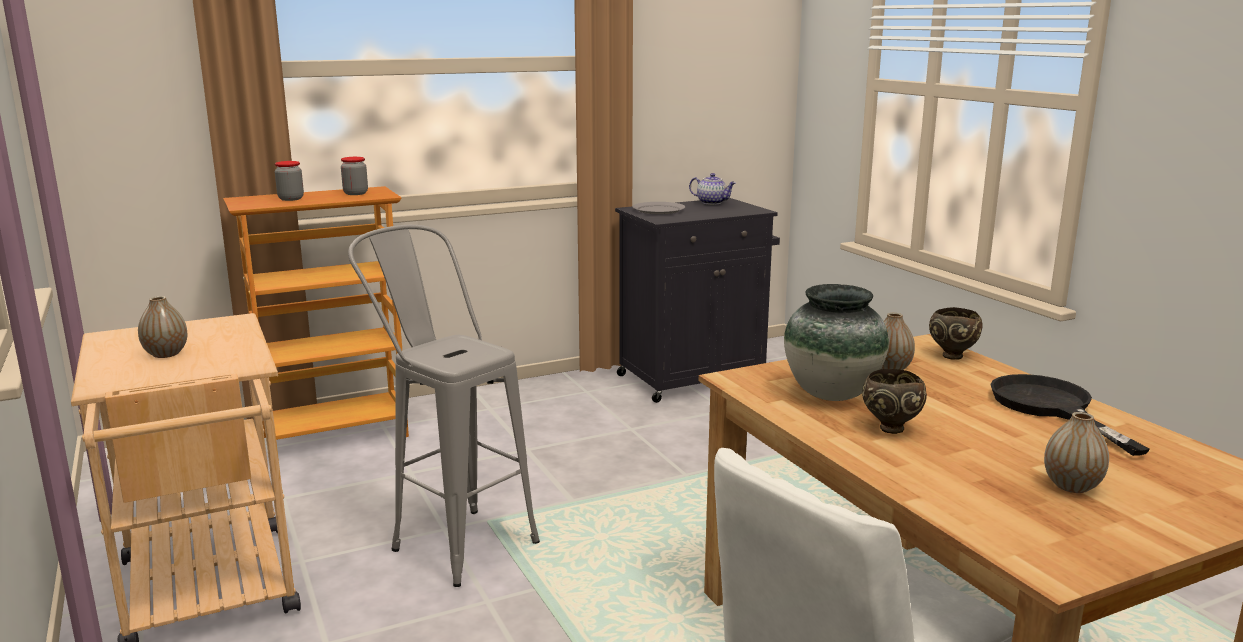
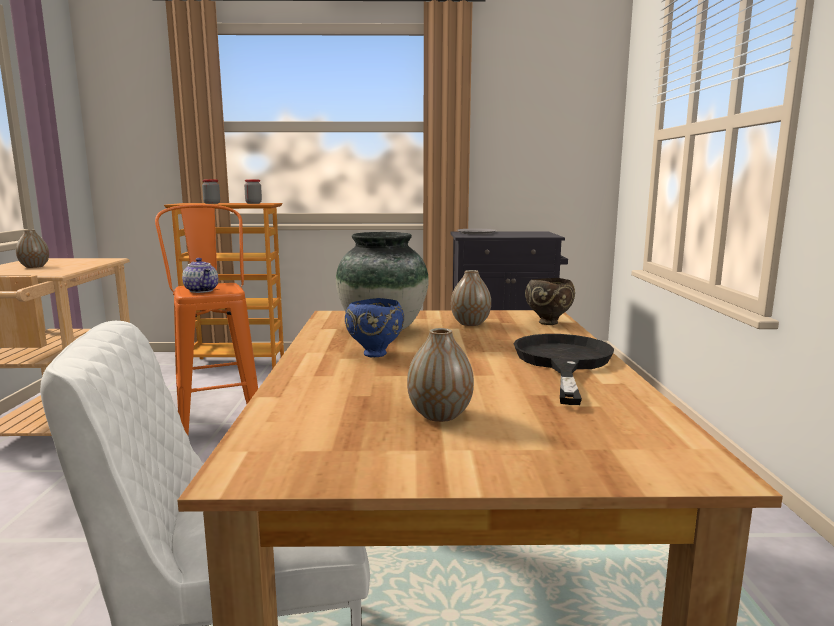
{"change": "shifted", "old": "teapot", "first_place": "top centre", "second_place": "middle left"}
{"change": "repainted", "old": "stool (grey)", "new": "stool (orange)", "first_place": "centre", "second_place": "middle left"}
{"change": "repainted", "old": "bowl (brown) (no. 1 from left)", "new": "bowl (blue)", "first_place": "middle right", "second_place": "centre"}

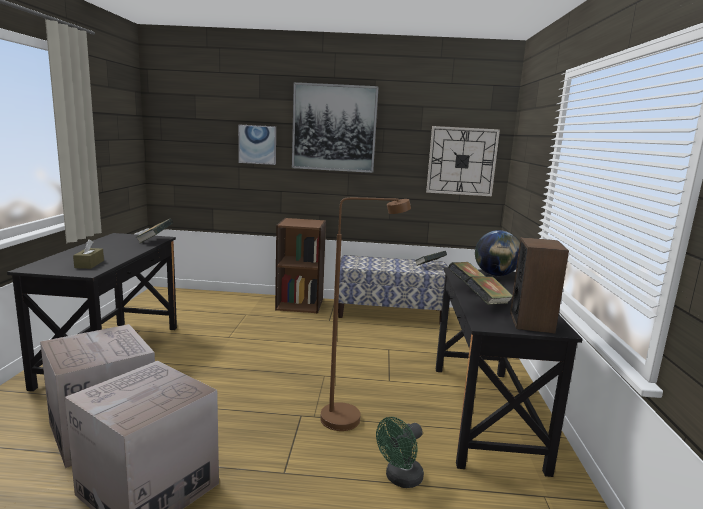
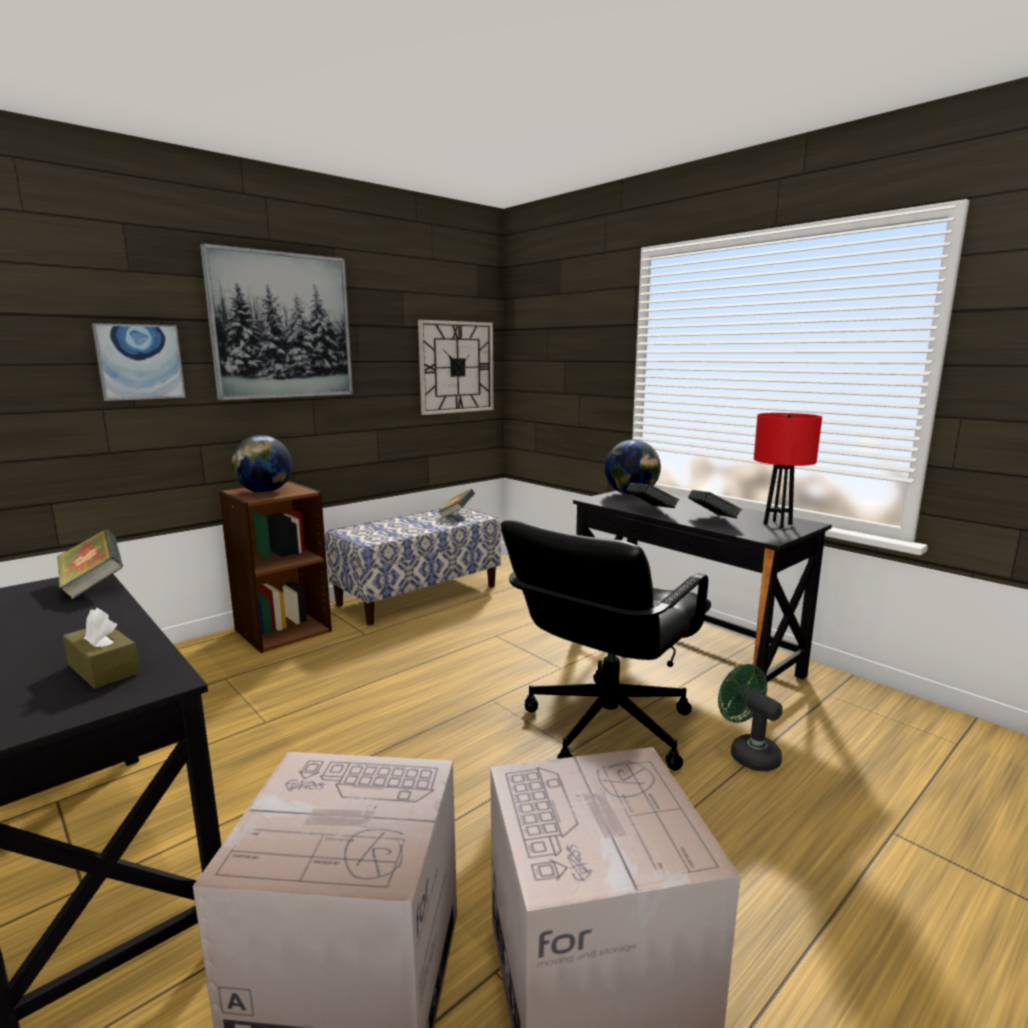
{"change": "new", "new": "globe (no. 1 from left)", "second_place": "middle left"}
{"change": "swapped", "old": "floor lamp (brown)", "new": "office chair (black)", "first_place": "centre", "second_place": "centre"}
{"change": "swapped", "old": "speaker", "new": "table lamp (red)", "first_place": "middle right", "second_place": "middle right"}
{"change": "rotated", "old": "fan (green)", "first_place": "bottom centre", "second_place": "bottom right", "degrees": 150}

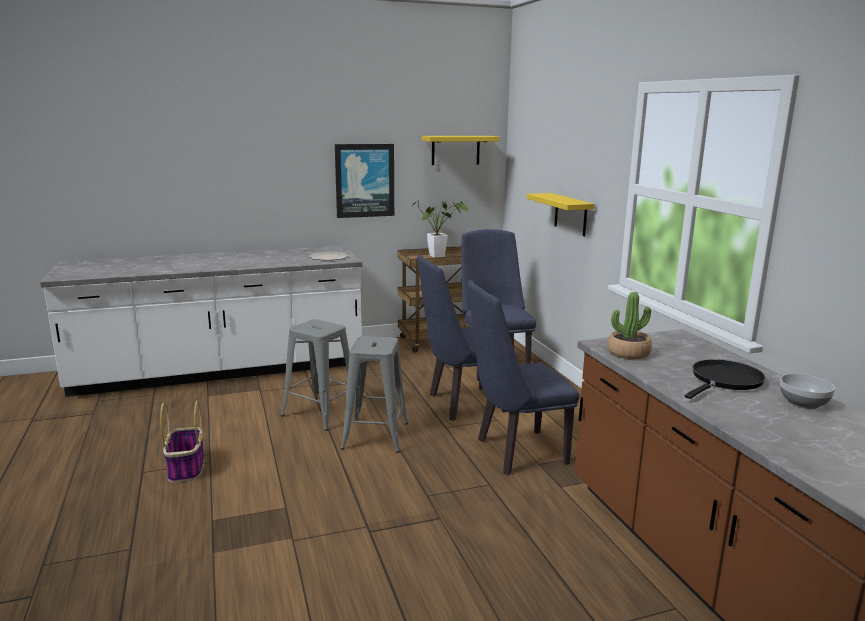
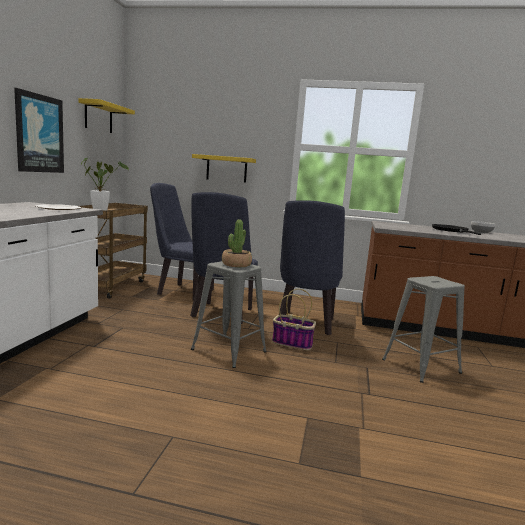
{"change": "shifted", "old": "basket", "first_place": "bottom left", "second_place": "centre"}
{"change": "shifted", "old": "stool (grey) (no. 1 from left in the first image)", "new": "stool (grey) (no. 2 from left)", "first_place": "centre", "second_place": "middle right"}
{"change": "shifted", "old": "potted plant (no. 2 from left)", "first_place": "middle right", "second_place": "centre"}

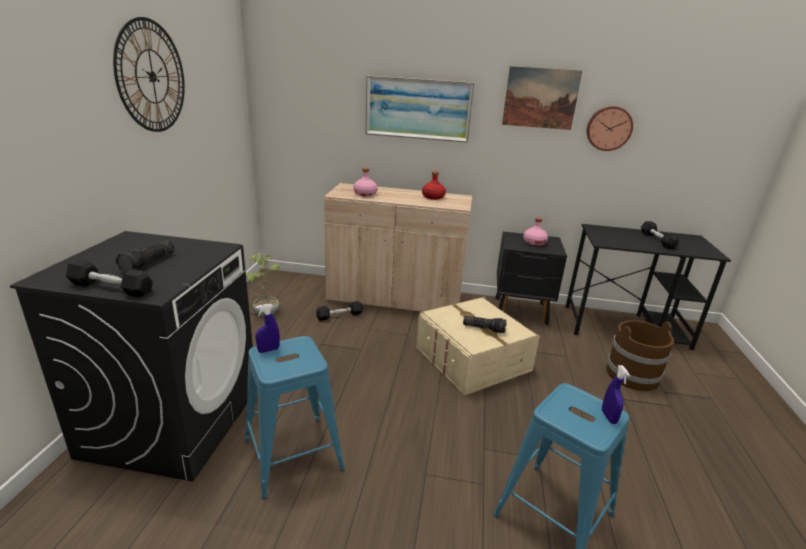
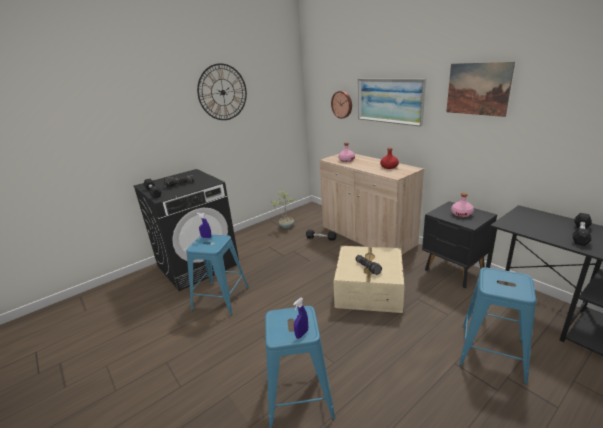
{"change": "shifted", "old": "wall clock (no. 2 from left)", "first_place": "top right", "second_place": "top centre"}
{"change": "swapped", "old": "bucket (brown)", "new": "stool (blue) (no. 3 from left)", "first_place": "middle right", "second_place": "bottom right"}

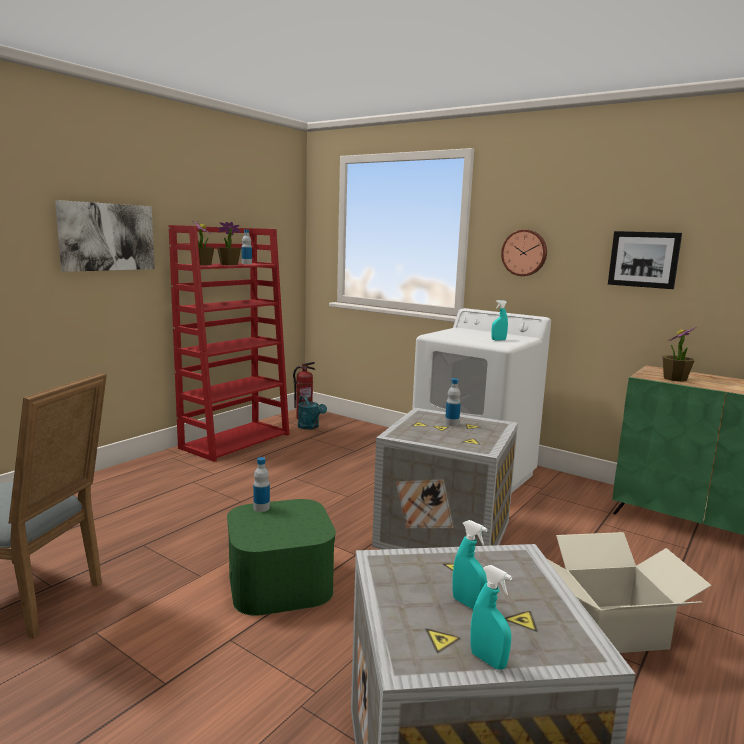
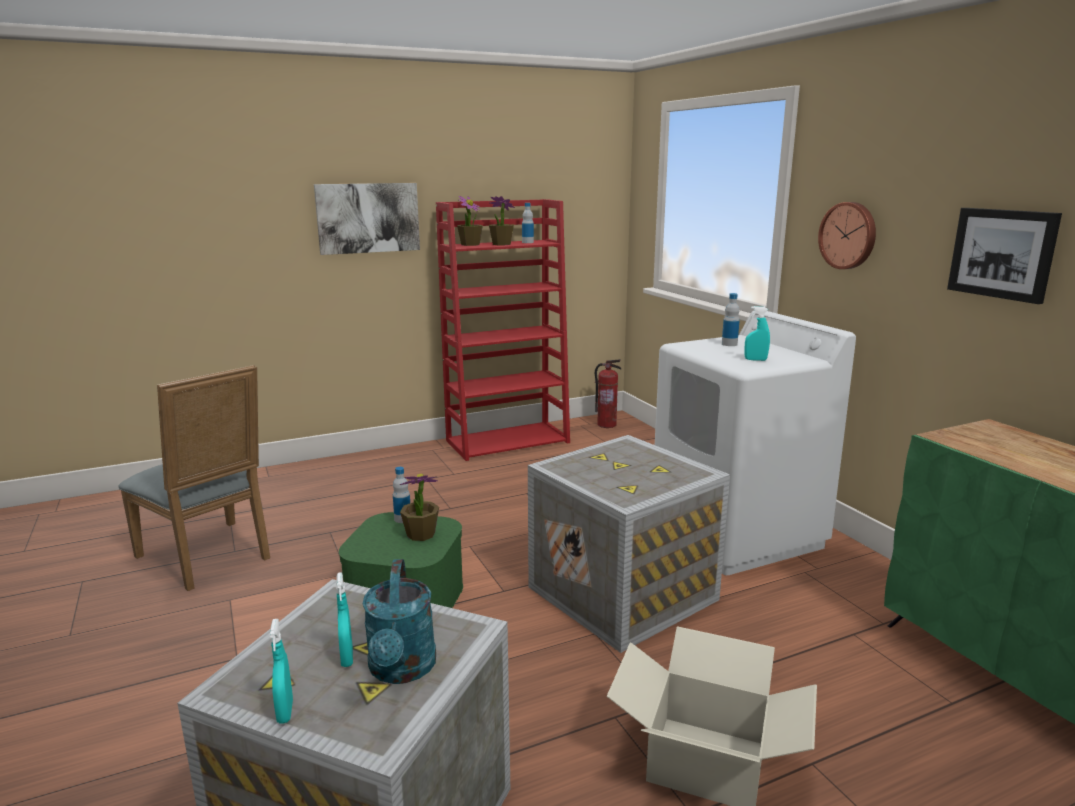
{"change": "shifted", "old": "watering can (turquoise)", "first_place": "centre", "second_place": "bottom centre"}
{"change": "shifted", "old": "bottle (no. 3 from left)", "first_place": "centre", "second_place": "middle right"}
{"change": "shifted", "old": "potted plant (no. 3 from left in the first image)", "new": "potted plant (no. 1 from left)", "first_place": "middle right", "second_place": "centre"}

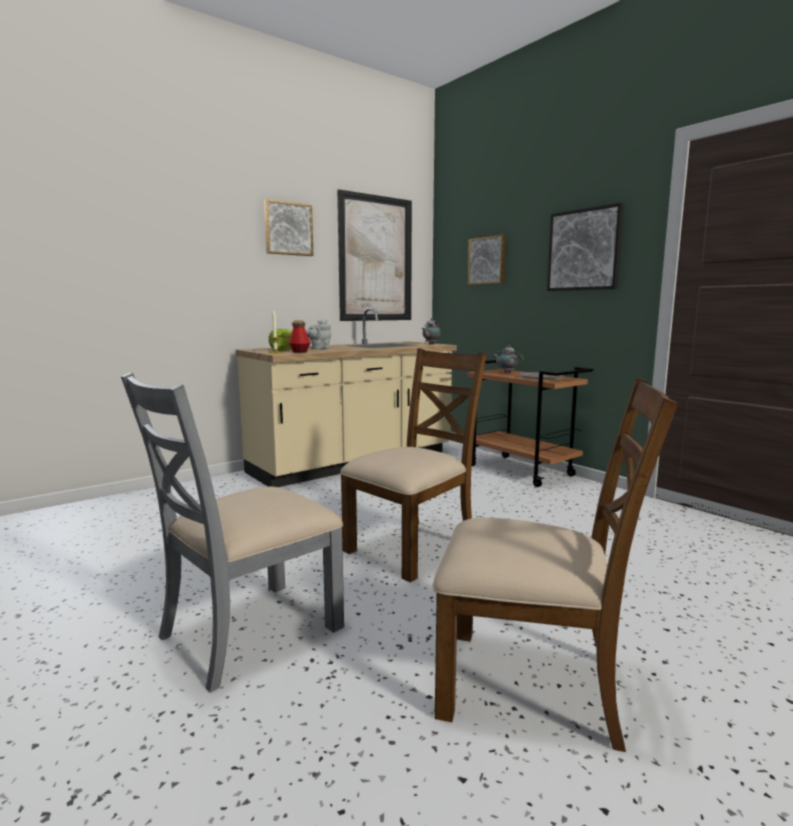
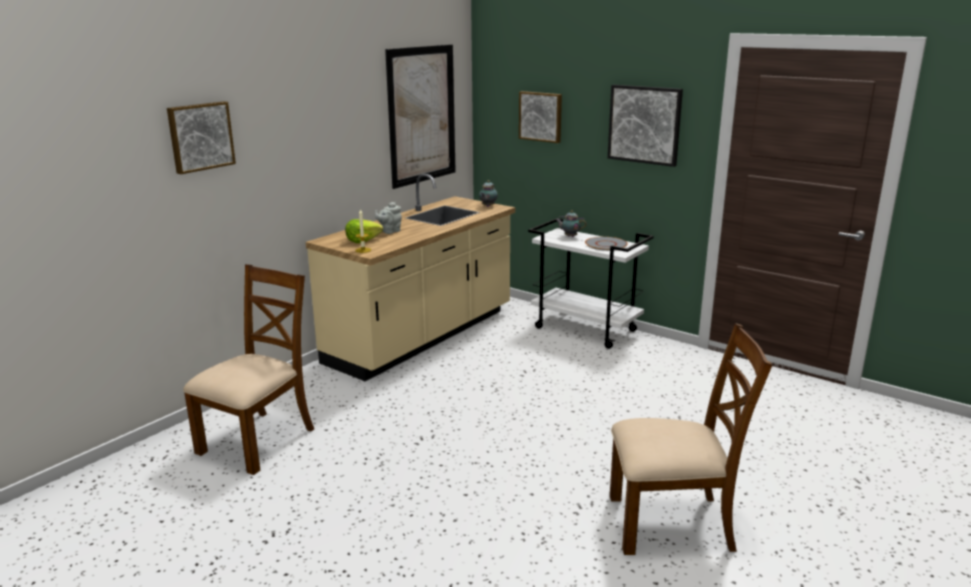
{"change": "gone", "old": "chair (grey)", "first_place": "middle left"}
{"change": "gone", "old": "bottle", "first_place": "centre"}
{"change": "shifted", "old": "picture (no. 1 from left)", "first_place": "top centre", "second_place": "top left"}
{"change": "shifted", "old": "chair (brown) (no. 1 from left)", "first_place": "centre", "second_place": "middle left"}
{"change": "repainted", "old": "cart (brown)", "new": "cart (white)", "first_place": "middle right", "second_place": "centre"}

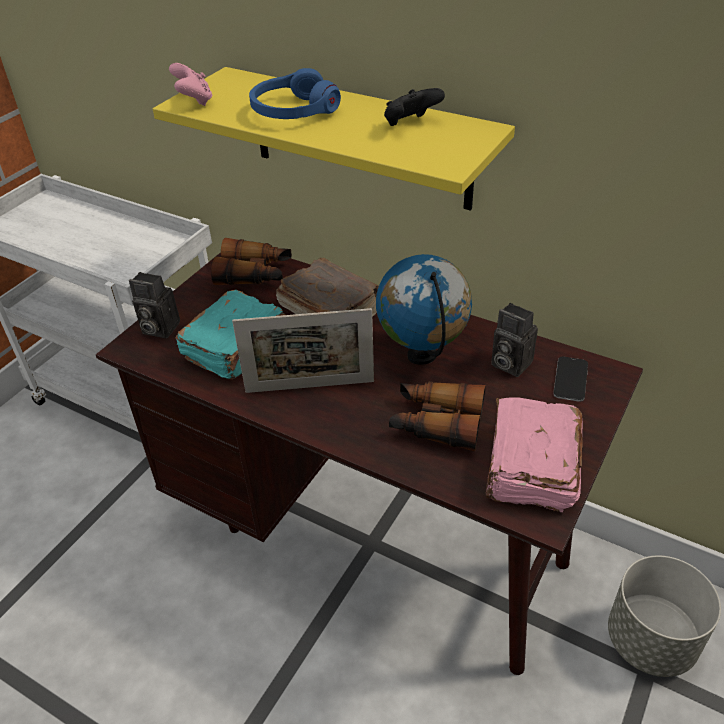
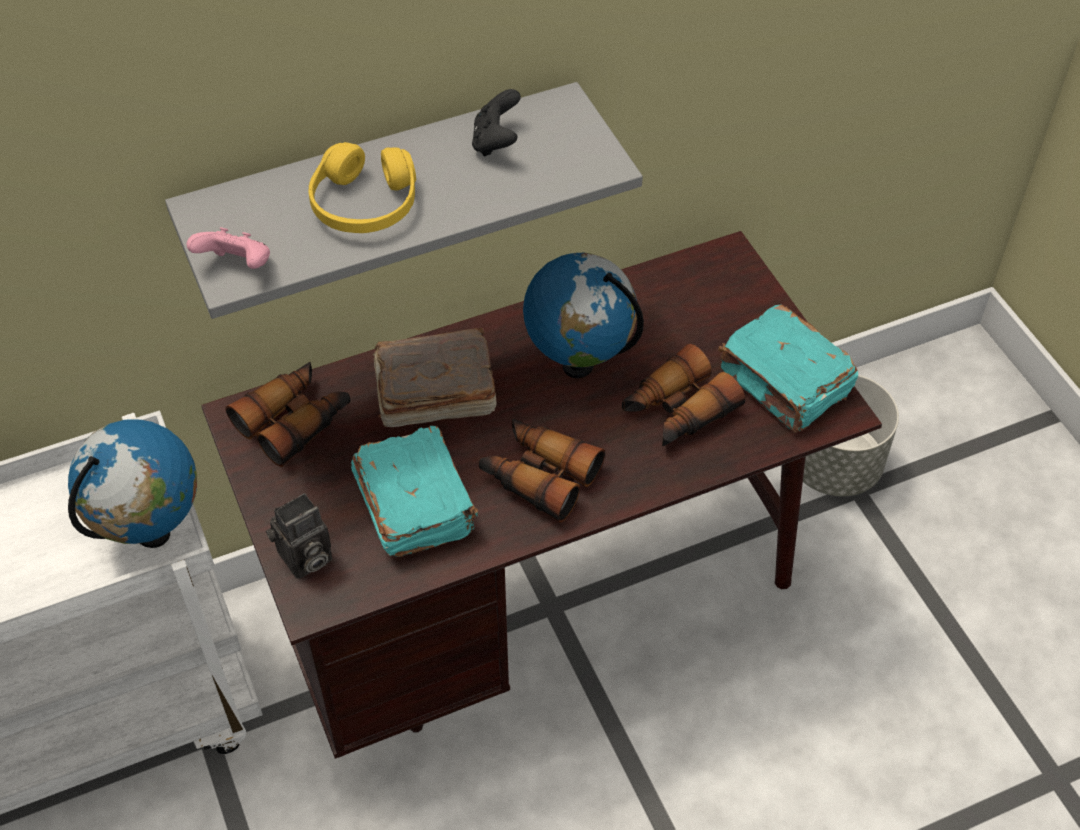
{"change": "gone", "old": "photo camera (no. 2 from left)", "first_place": "middle right"}
{"change": "gone", "old": "phone", "first_place": "middle right"}
{"change": "new", "new": "globe (no. 1 from left)", "second_place": "middle left"}
{"change": "swapped", "old": "picture frame", "new": "binoculars (no. 2 from left)", "first_place": "centre", "second_place": "centre"}
{"change": "repainted", "old": "shelf (yellow)", "new": "shelf (grey)", "first_place": "top centre", "second_place": "top centre"}
{"change": "repainted", "old": "headphones (blue)", "new": "headphones (yellow)", "first_place": "top centre", "second_place": "top centre"}
{"change": "repainted", "old": "book (pink)", "new": "book (turquoise) (no. 2 from left)", "first_place": "middle right", "second_place": "middle right"}

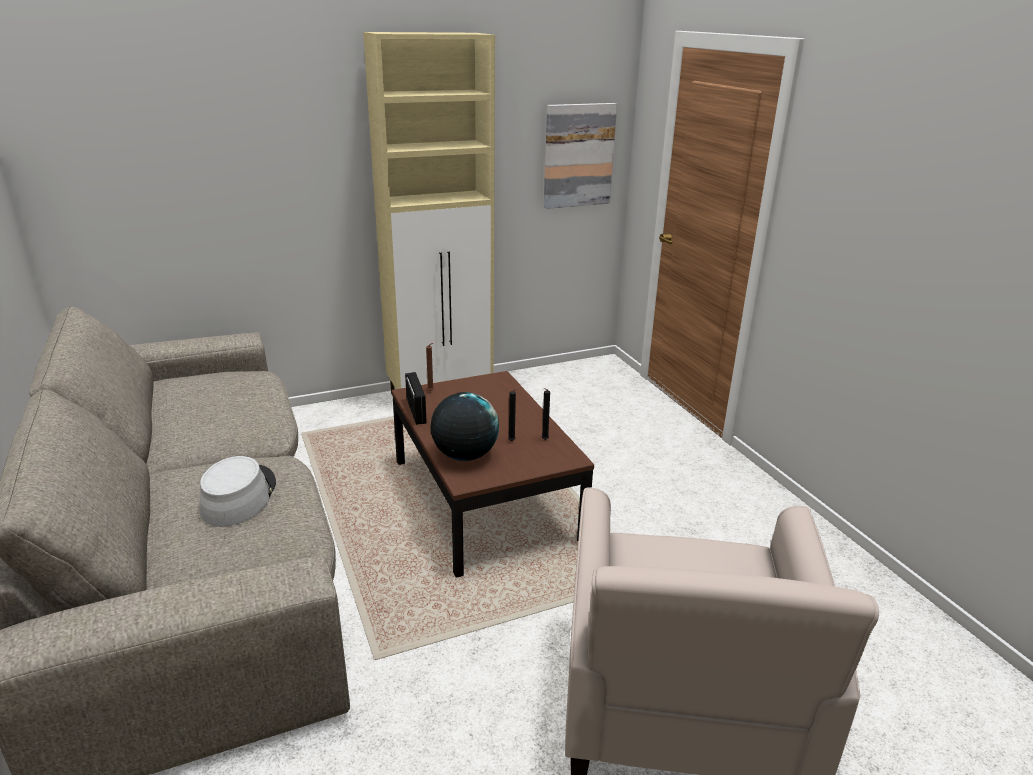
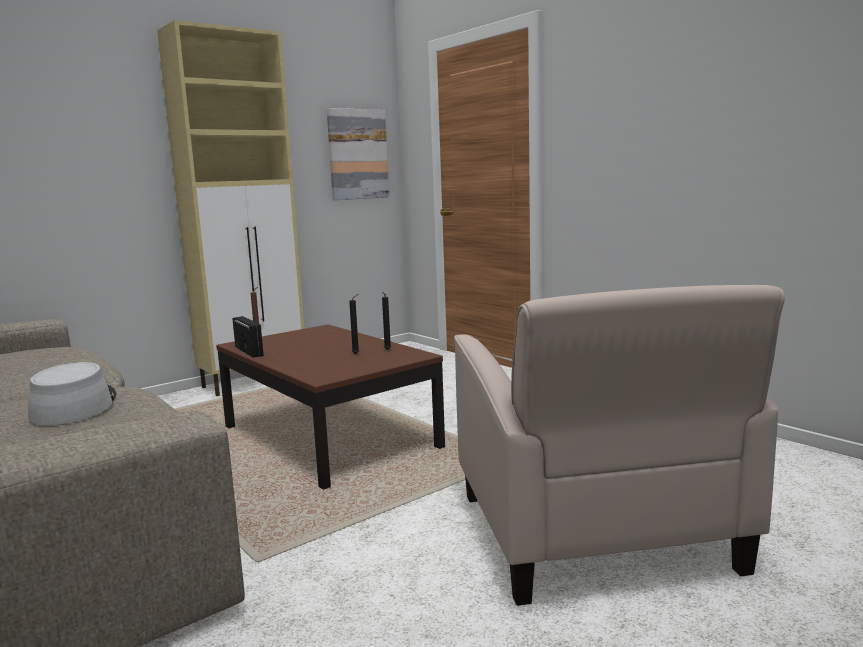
{"change": "gone", "old": "globe", "first_place": "centre"}

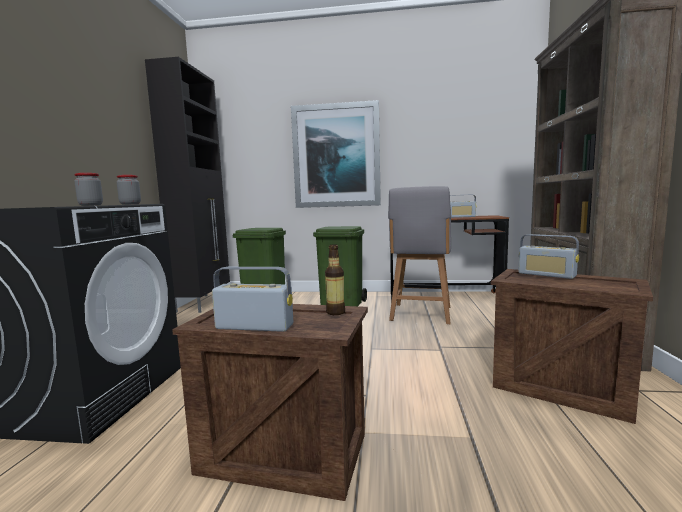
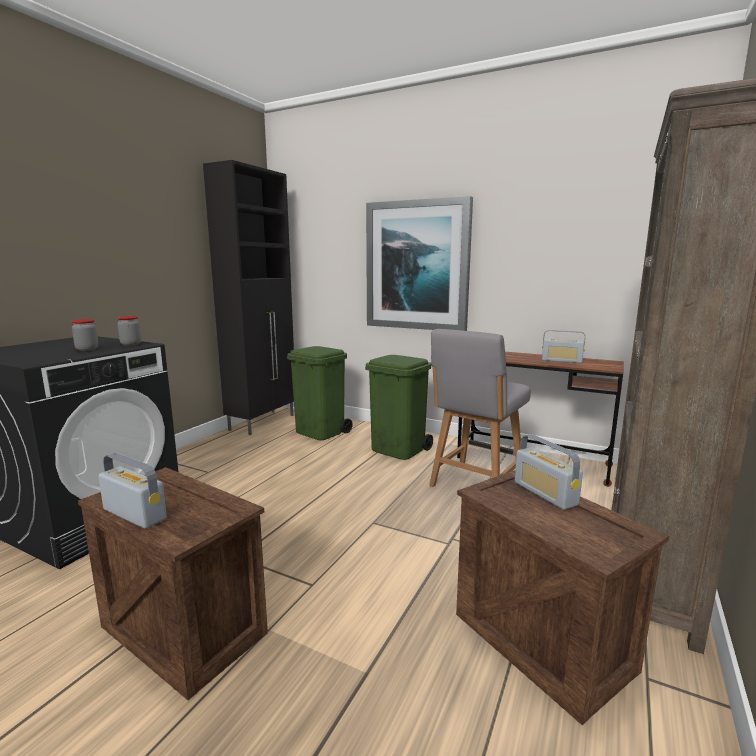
{"change": "gone", "old": "bottle", "first_place": "centre"}

